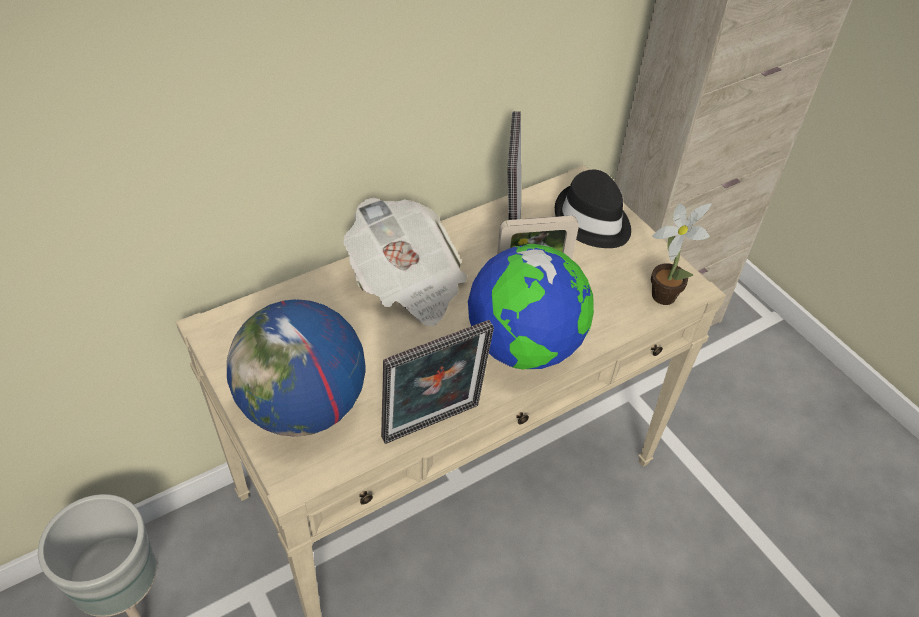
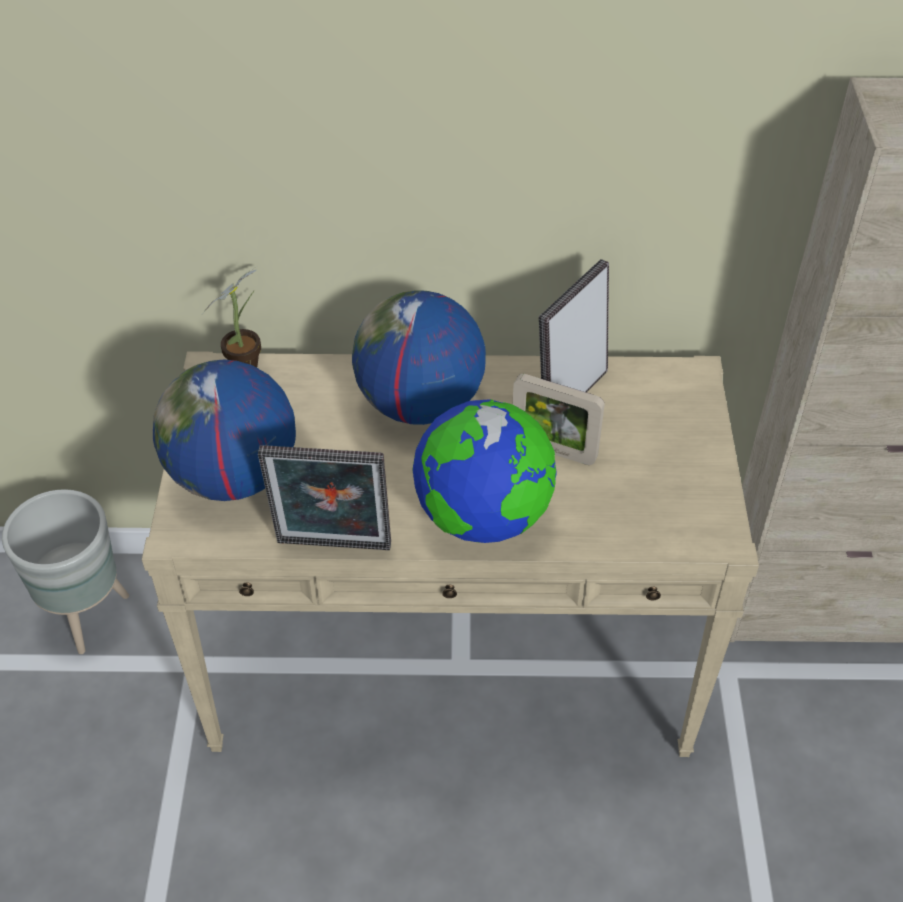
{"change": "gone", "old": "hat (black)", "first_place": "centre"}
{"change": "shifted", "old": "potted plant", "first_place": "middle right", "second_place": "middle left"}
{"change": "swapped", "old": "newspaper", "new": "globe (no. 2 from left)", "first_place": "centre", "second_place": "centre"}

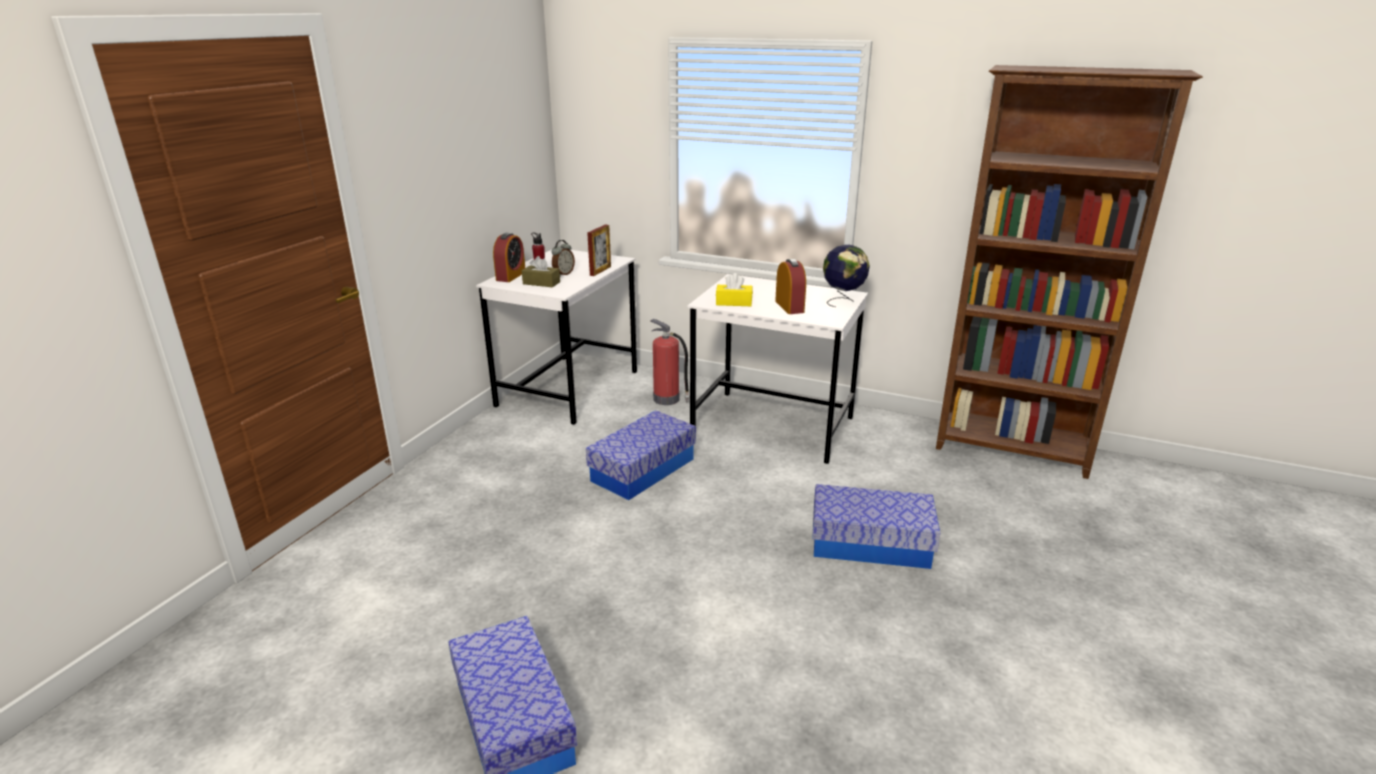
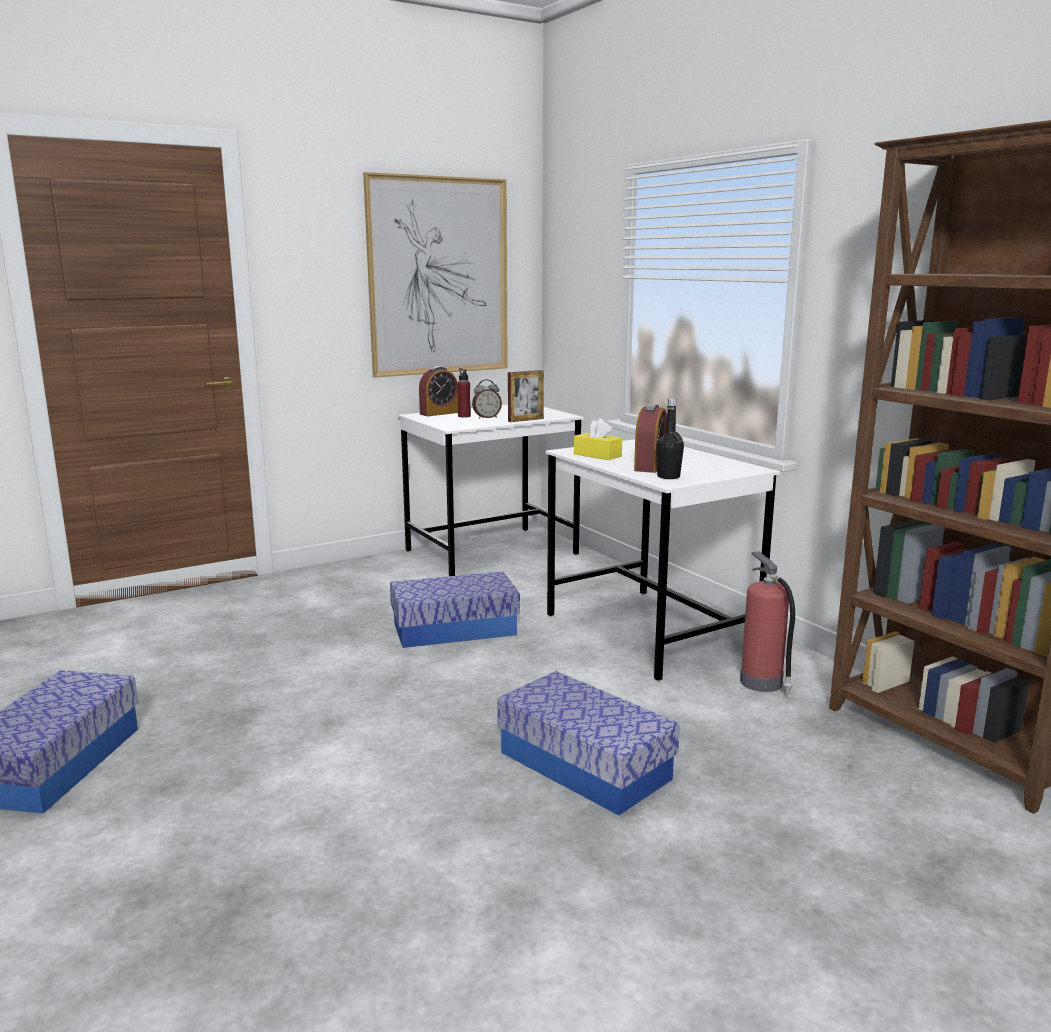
{"change": "gone", "old": "tissue box (brown)", "first_place": "centre"}
{"change": "gone", "old": "globe", "first_place": "centre"}
{"change": "new", "new": "picture", "second_place": "top centre"}
{"change": "new", "new": "bottle (black)", "second_place": "centre"}
{"change": "shifted", "old": "fire extinguisher", "first_place": "centre", "second_place": "middle right"}

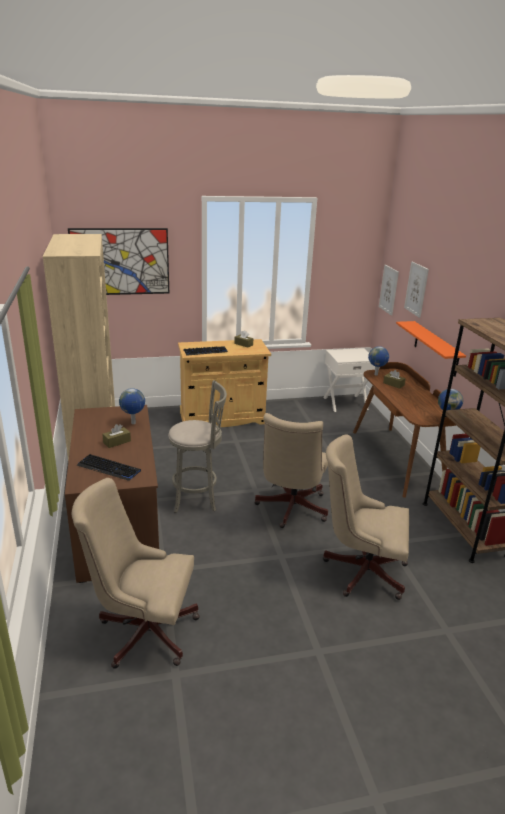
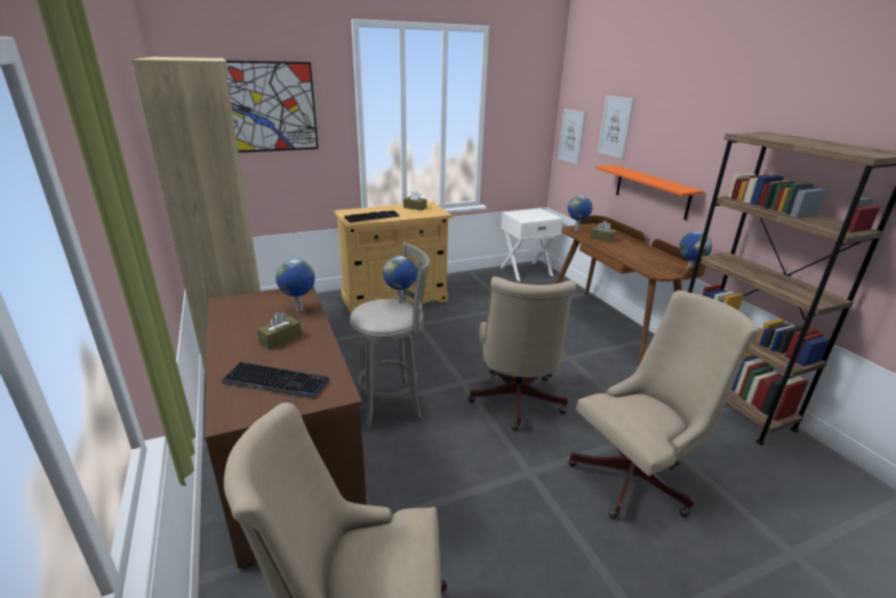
{"change": "new", "new": "globe (no. 2 from left)", "second_place": "centre"}
{"change": "rotated", "old": "office chair (beige) (no. 3 from left)", "first_place": "middle right", "second_place": "bottom right", "degrees": 150}

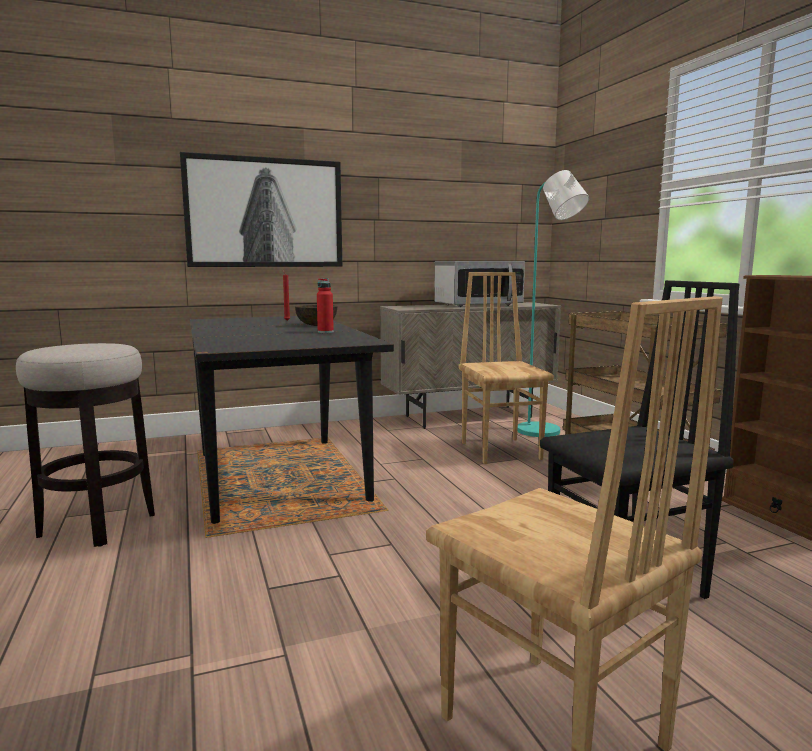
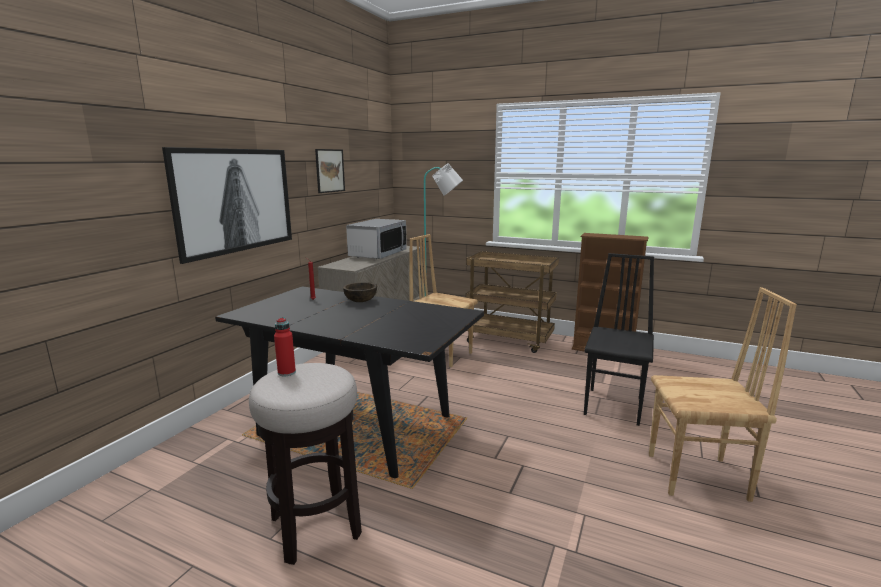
{"change": "new", "new": "picture (no. 2 from left)", "second_place": "top centre"}
{"change": "shifted", "old": "bottle (red)", "first_place": "centre", "second_place": "middle left"}

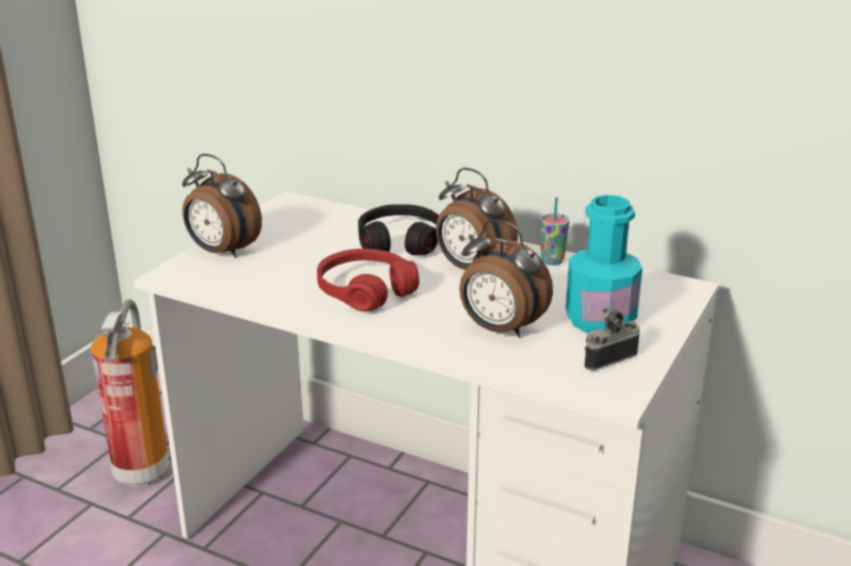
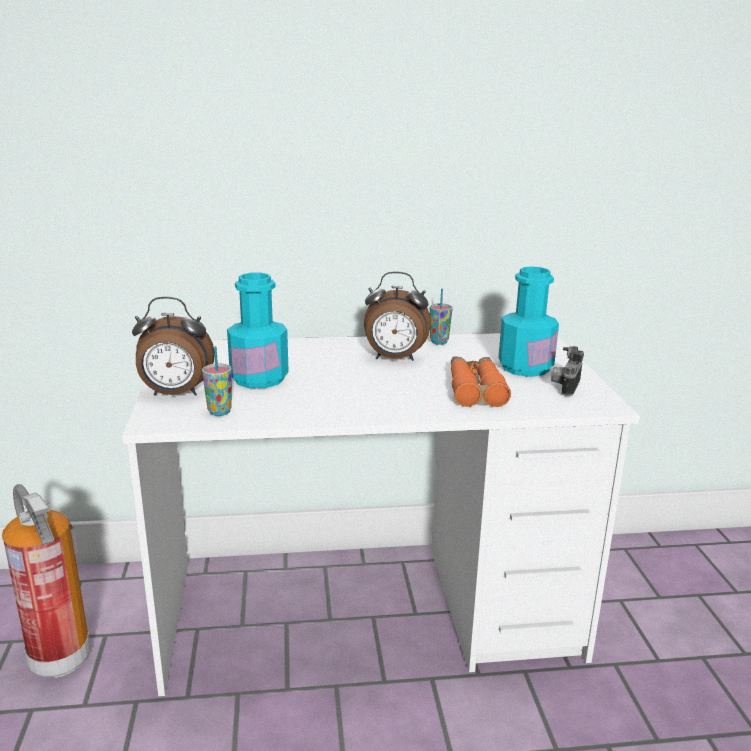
{"change": "gone", "old": "headphones (red)", "first_place": "centre"}
{"change": "gone", "old": "headphones (black)", "first_place": "centre"}
{"change": "new", "new": "cup (no. 1 from left)", "second_place": "middle left"}
{"change": "new", "new": "bottle (turquoise) (no. 1 from left)", "second_place": "centre"}
{"change": "swapped", "old": "alarm clock (no. 3 from left)", "new": "binoculars (orange)", "first_place": "centre", "second_place": "centre"}

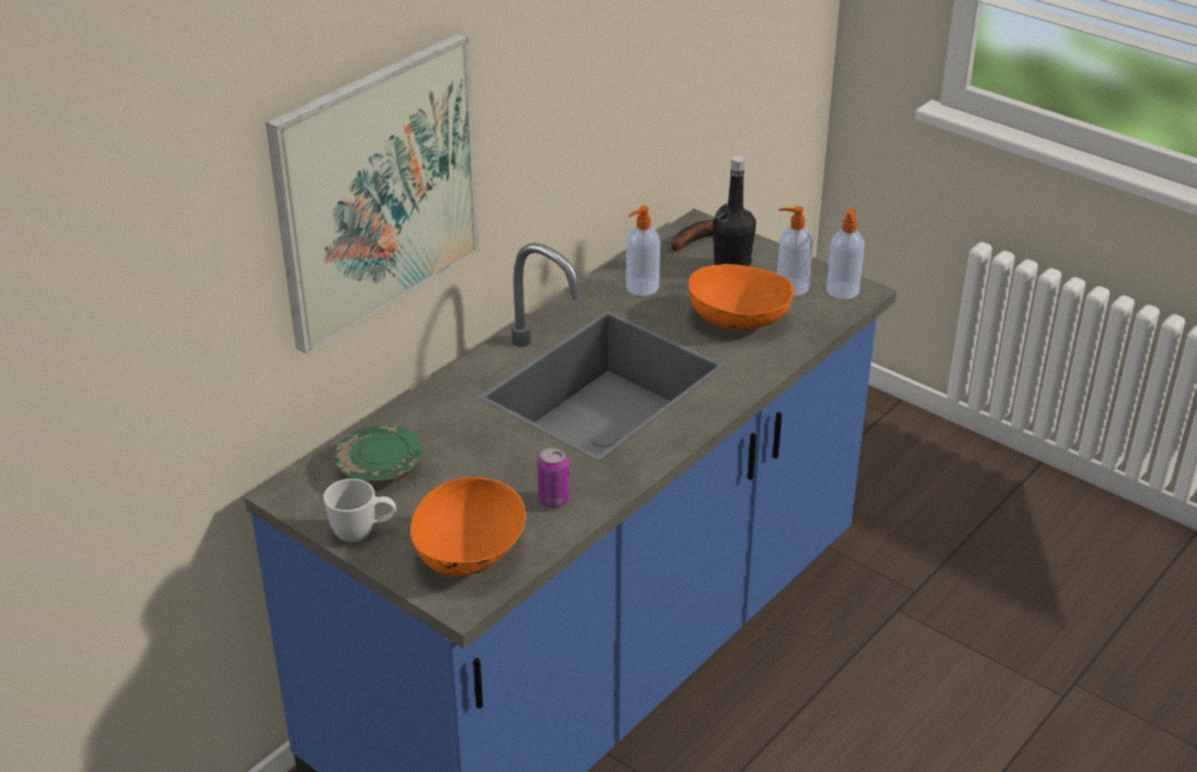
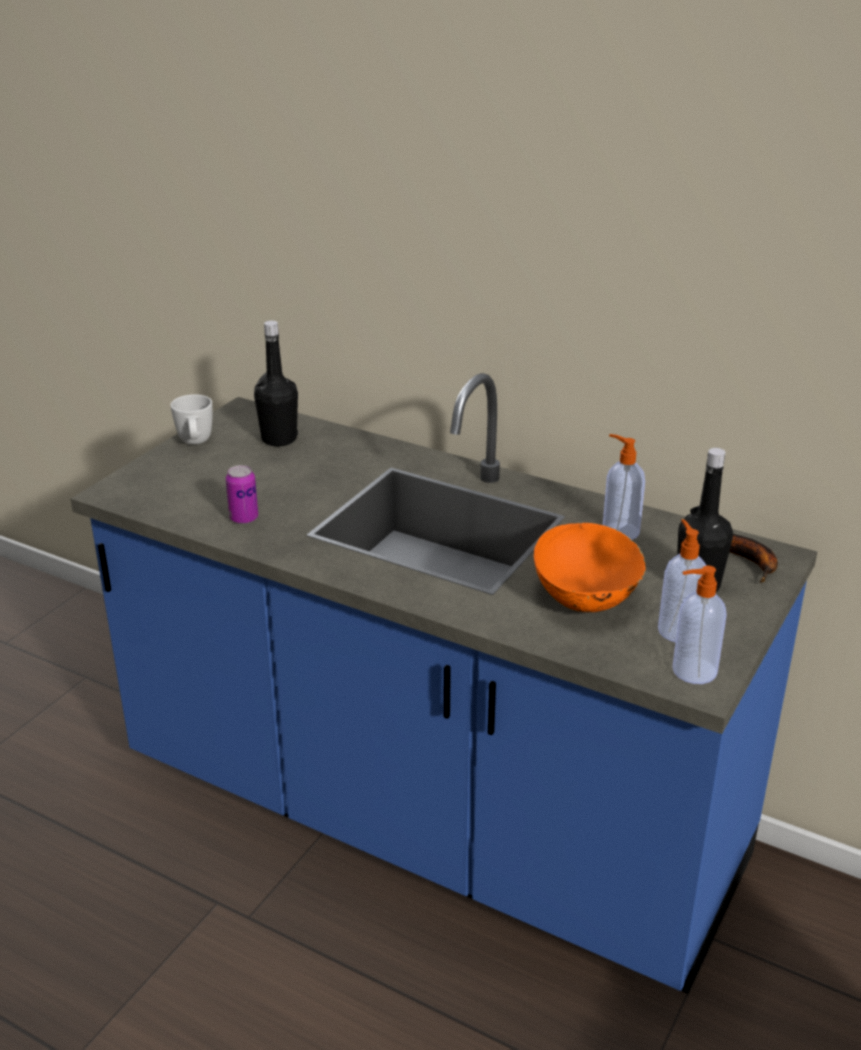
{"change": "gone", "old": "picture", "first_place": "top left"}
{"change": "gone", "old": "bowl (orange) (no. 1 from left)", "first_place": "bottom centre"}
{"change": "swapped", "old": "plate (green)", "new": "bottle (black) (no. 1 from left)", "first_place": "middle left", "second_place": "middle left"}

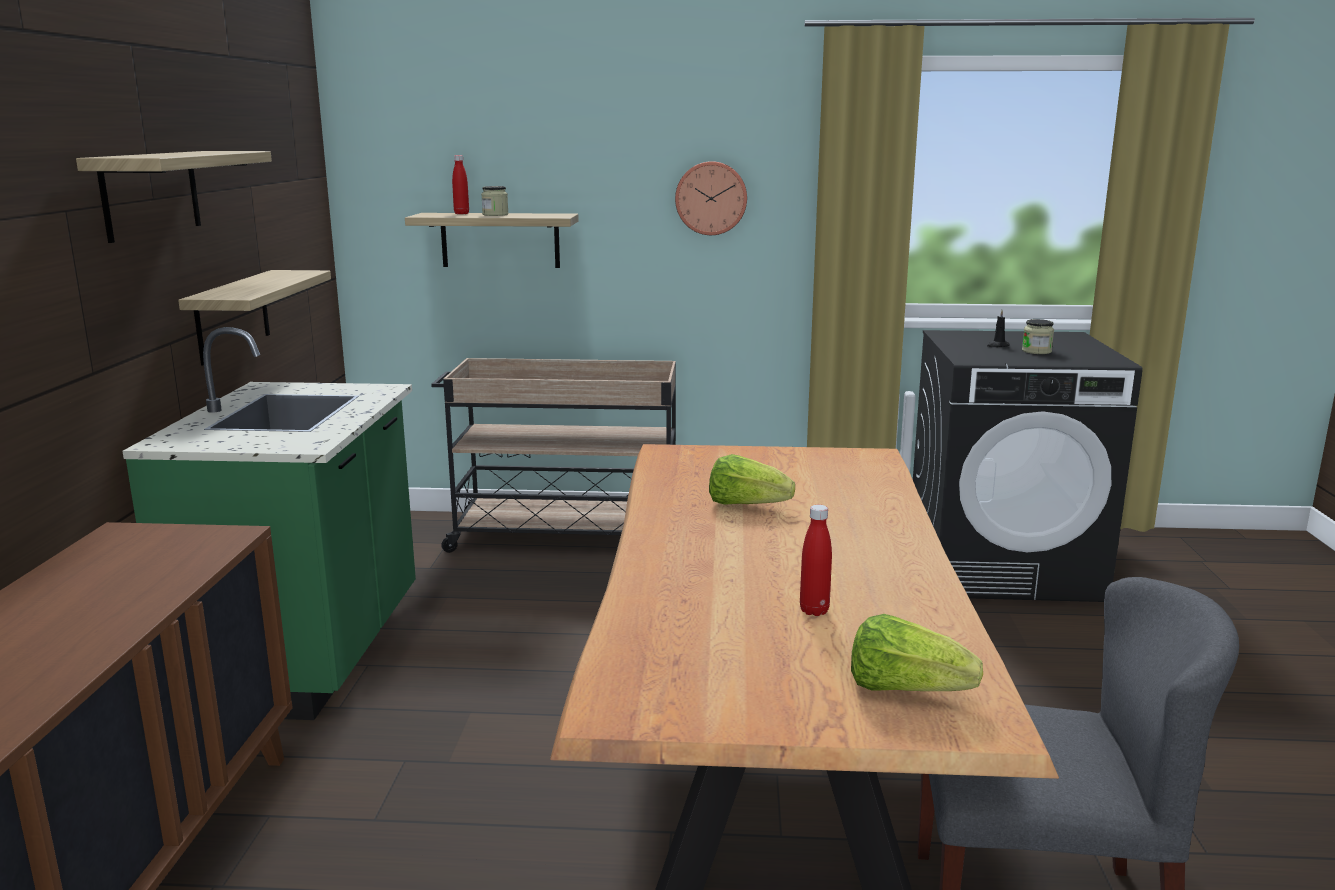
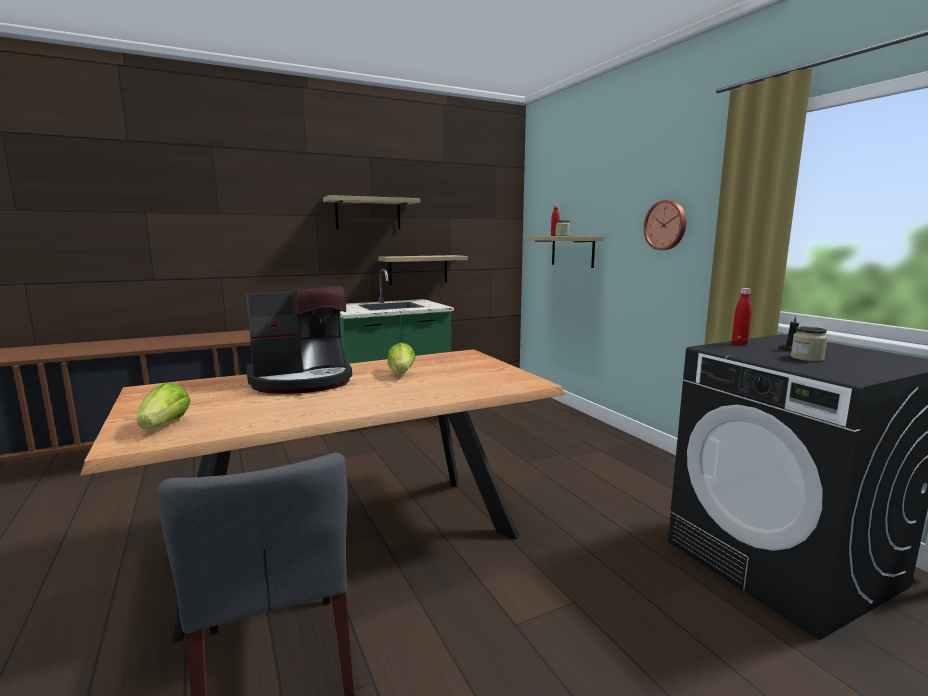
{"change": "gone", "old": "cart (beige)", "first_place": "centre"}
{"change": "new", "new": "coffee machine", "second_place": "middle left"}
{"change": "shifted", "old": "bottle (red) (no. 2 from left)", "first_place": "centre", "second_place": "middle right"}

